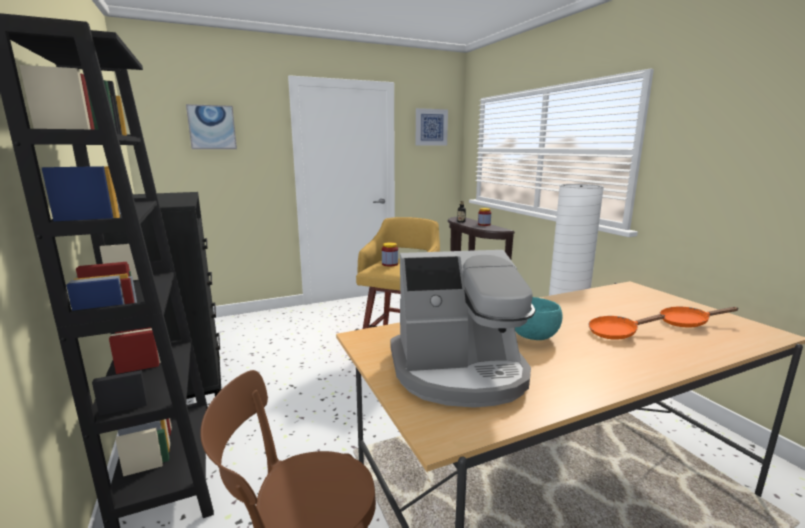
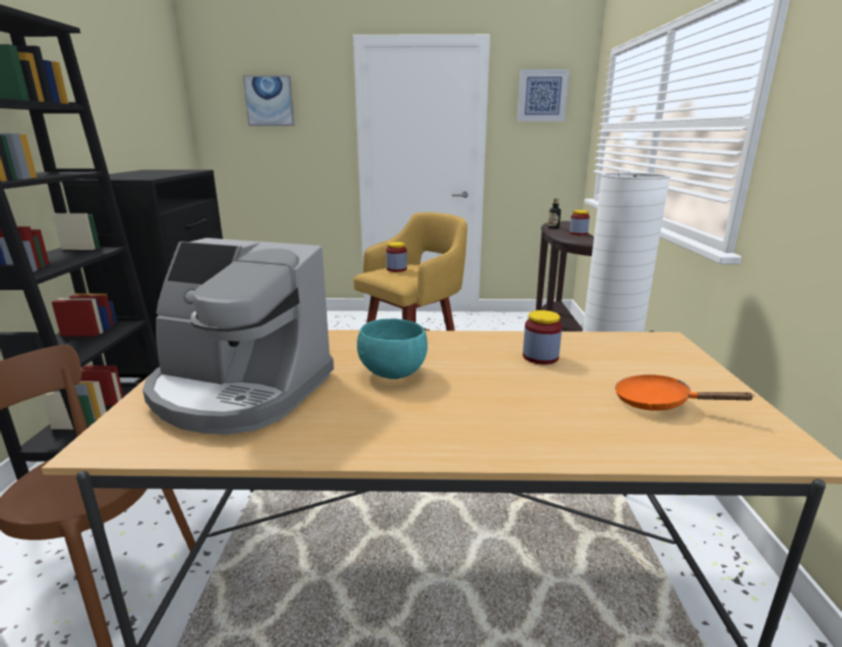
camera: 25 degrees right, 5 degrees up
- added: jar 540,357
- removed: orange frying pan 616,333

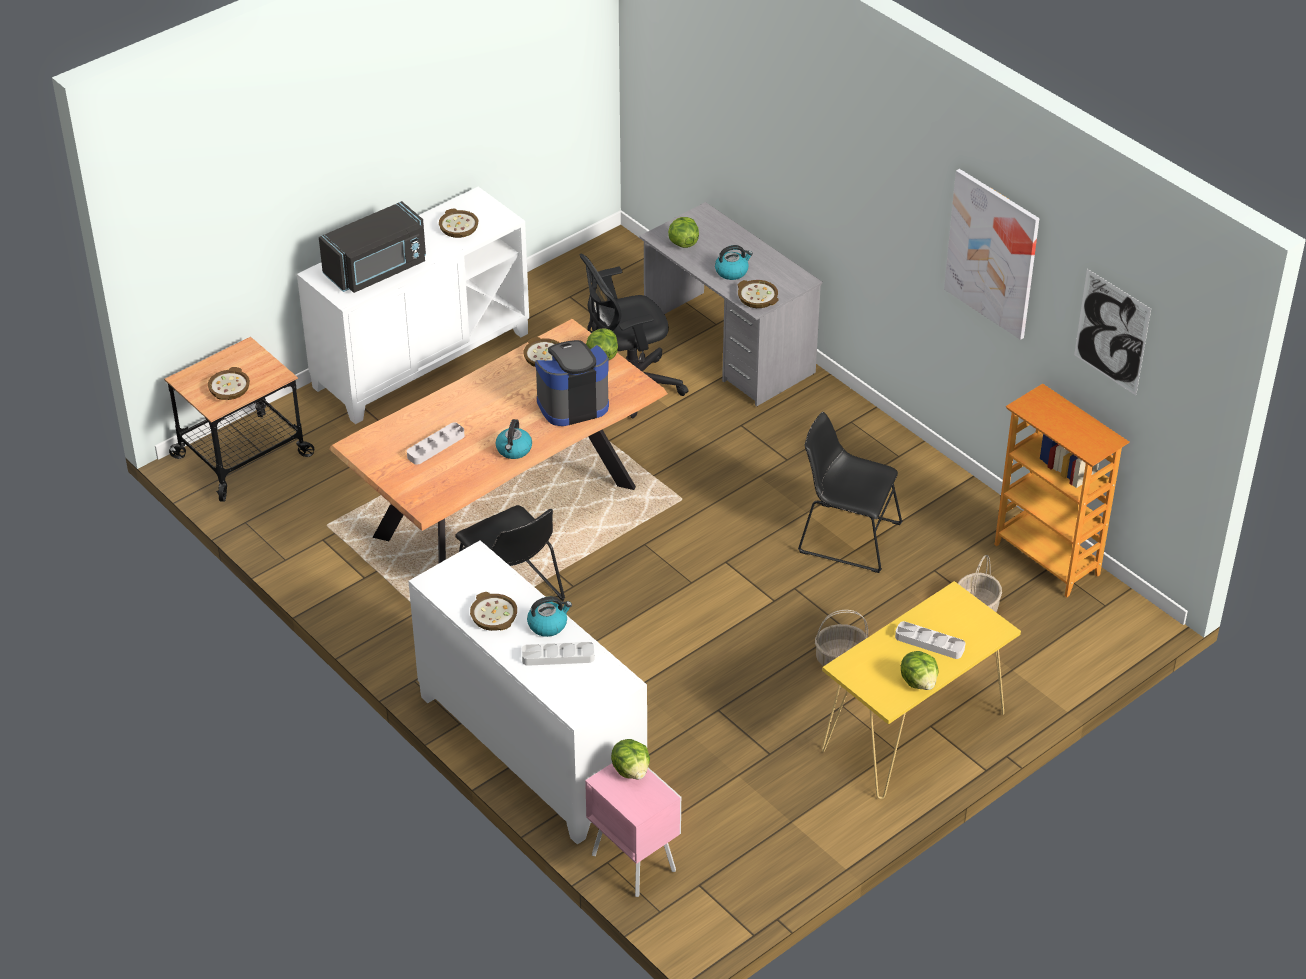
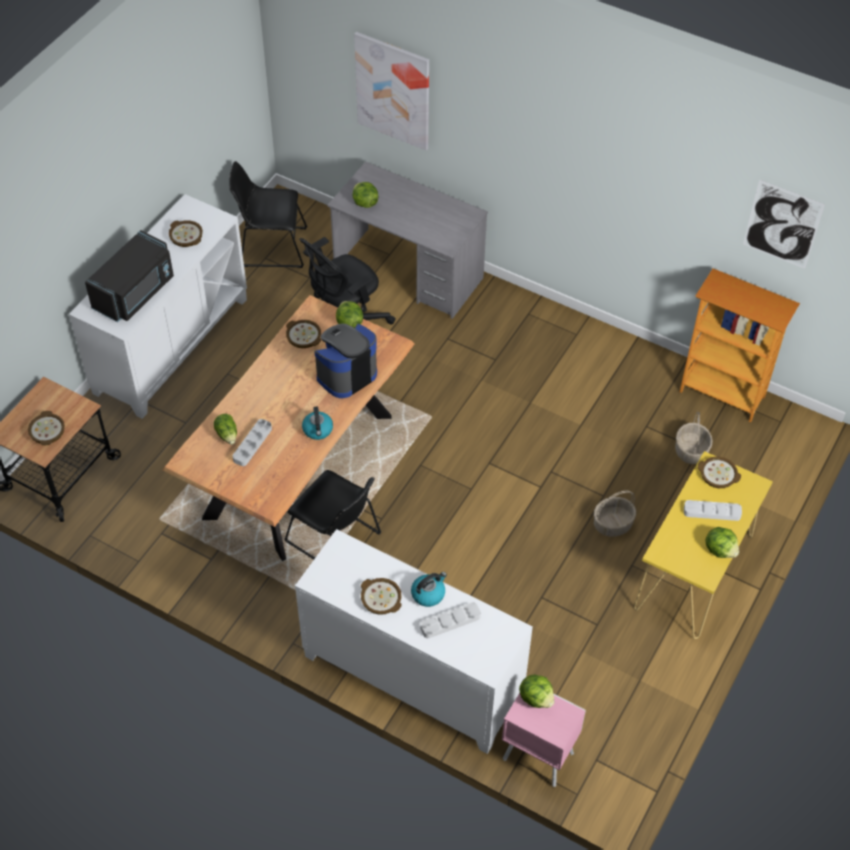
camera: 20 degrees left, 10 degrees up
- added: lettuce 227,434
- moved: black chair 845,536 to 270,247
- moved: picture 992,253 to 393,90
- moved: bowl 757,298 to 718,476
- removed: kettle 732,271

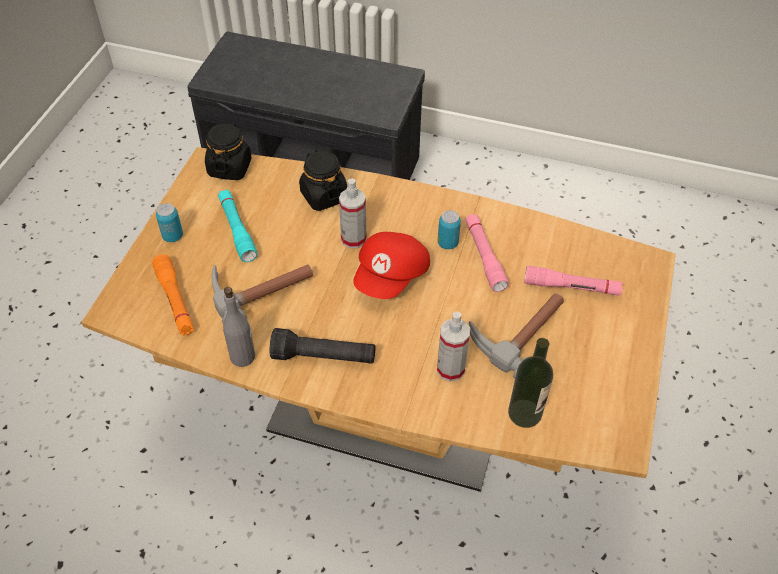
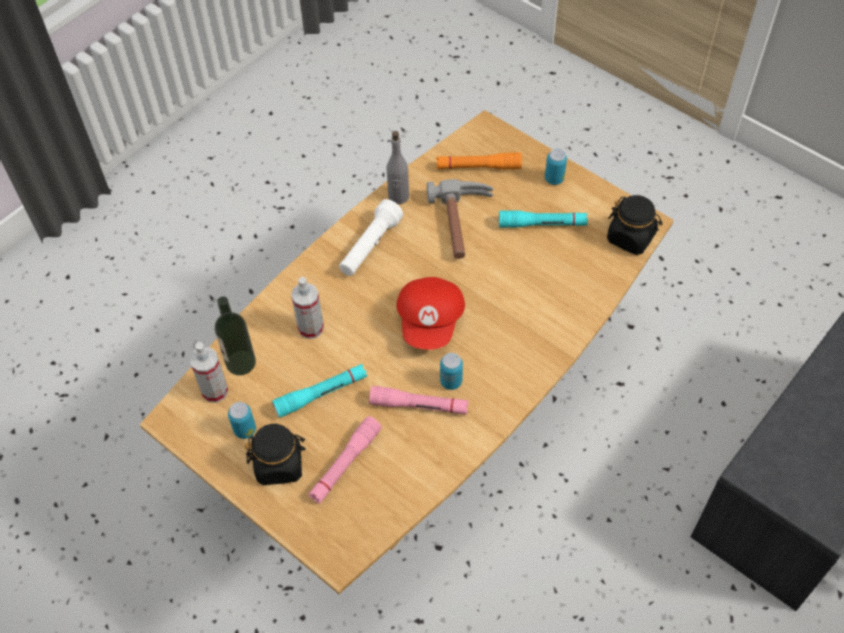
camera: 115 degrees right, 5 degrees up
- moved: spray bottle 353,239 to 215,391
- added: can 245,430
- moved: black jar 323,196 to 279,465
- replaced: hammer 517,331 to turquoise flashlight 321,394
- recoloured: black flashlight 324,357 to white flashlight 370,247
- turned: red cap 392,276 = 431,321 135 degrees counterclockwise

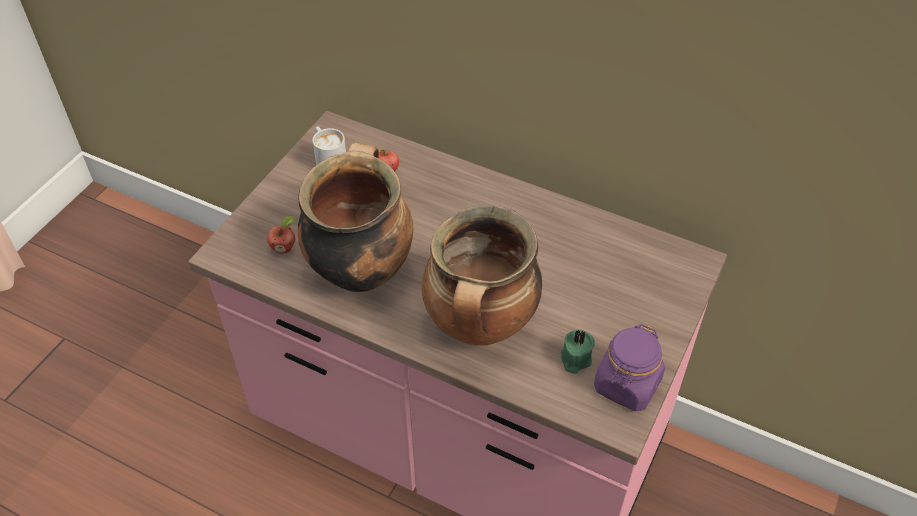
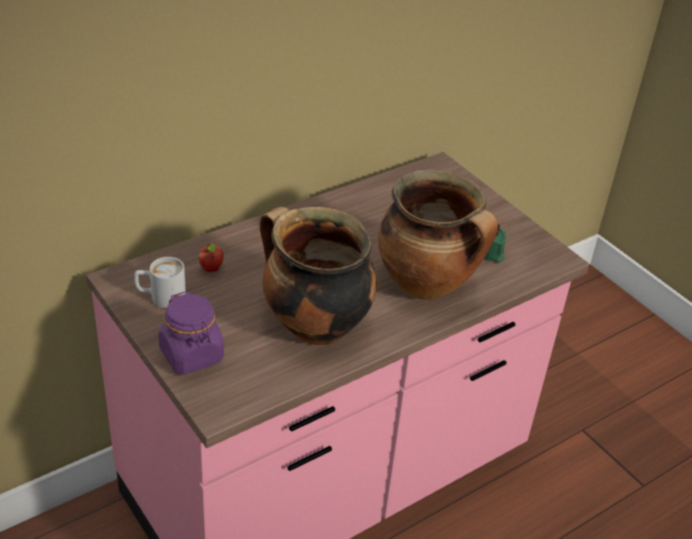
camera: 65 degrees left, 10 degrees down
- moved: purple jar 627,385 to 192,355
- removed: apple 284,248

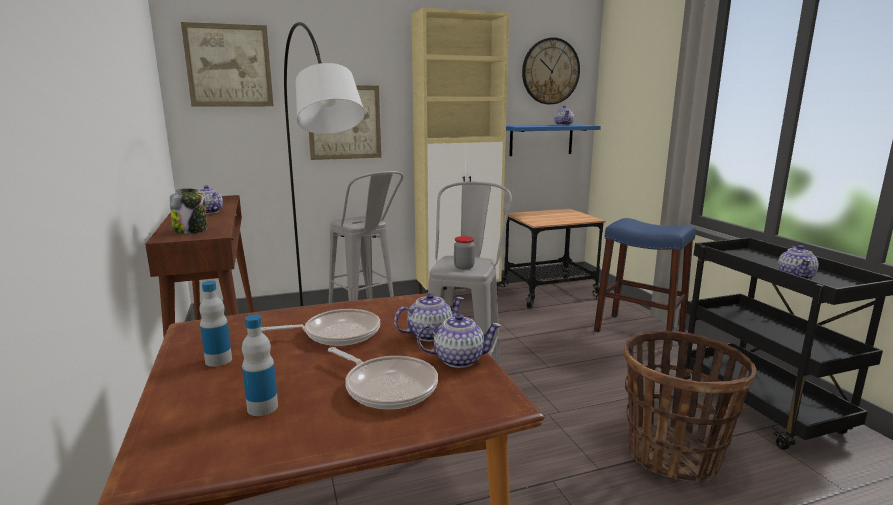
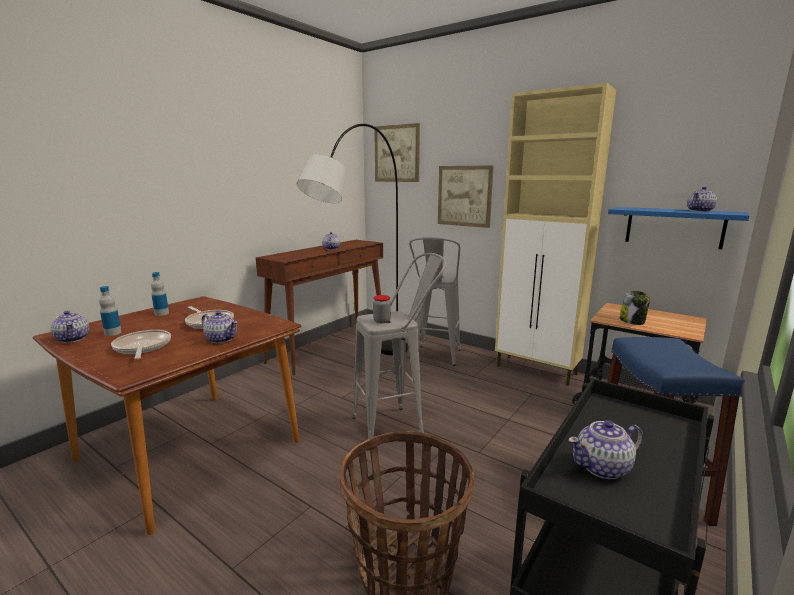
camera: 55 degrees right, 0 degrees up
- moved: teapot 458,359 to 73,339
- turned: frying pan 387,386 = 142,347 150 degrees clockwise
- moved: jar 191,230 to 632,321
- removed: wall clock 550,71

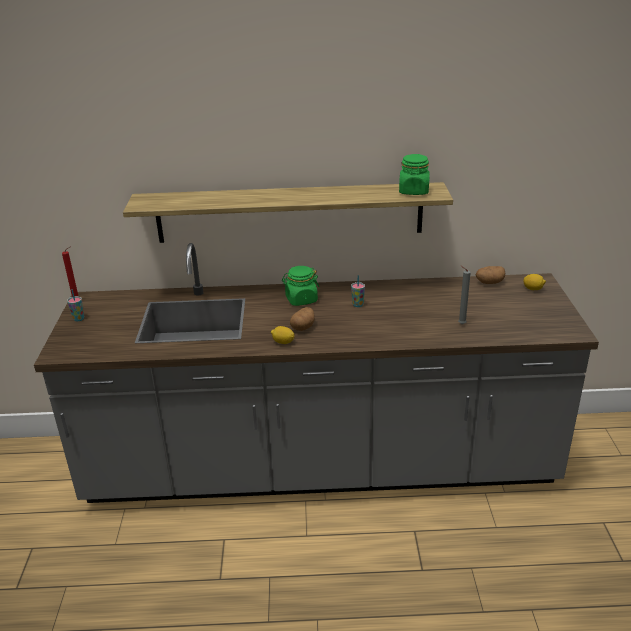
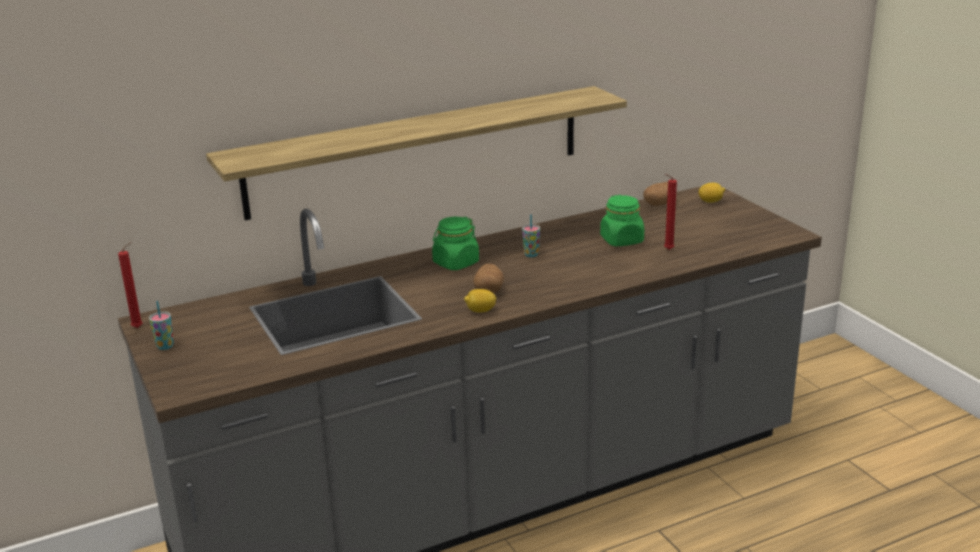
camera: 25 degrees left, 5 degrees down
- moved: green jar 413,191 to 622,240
- recoloured: grey candle 460,324 to red candle 667,250

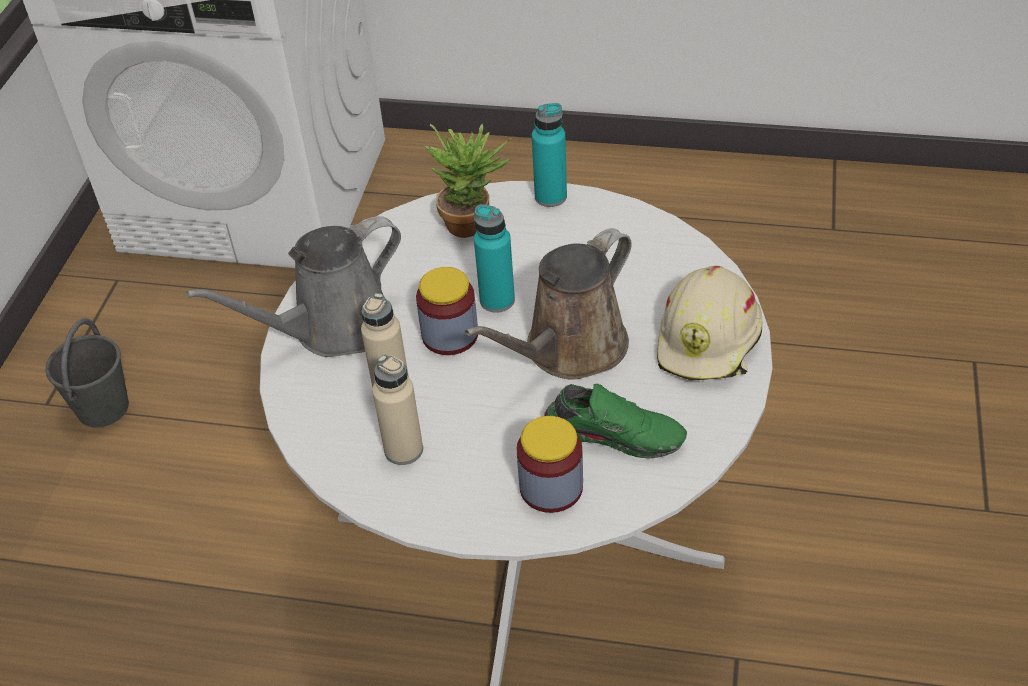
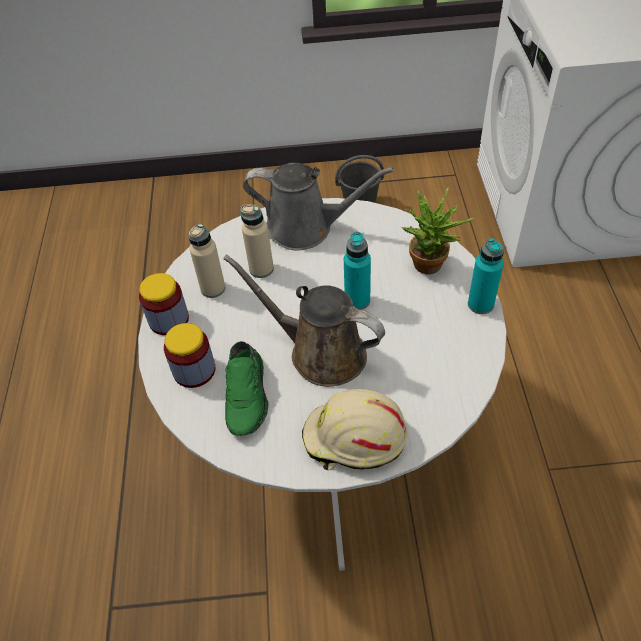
camera: 75 degrees right, 5 degrees up
- moved: jar 450,335 to 169,319
- turned: grey watering can 334,328 = 306,228 150 degrees clockwise

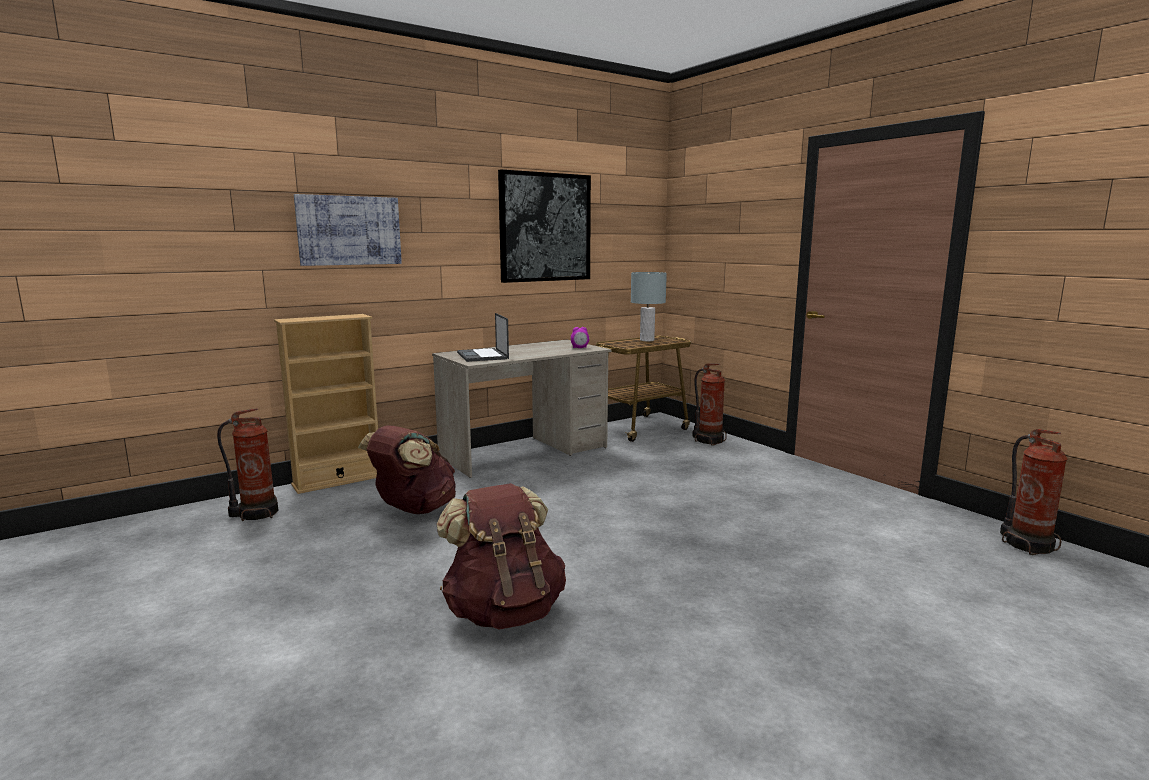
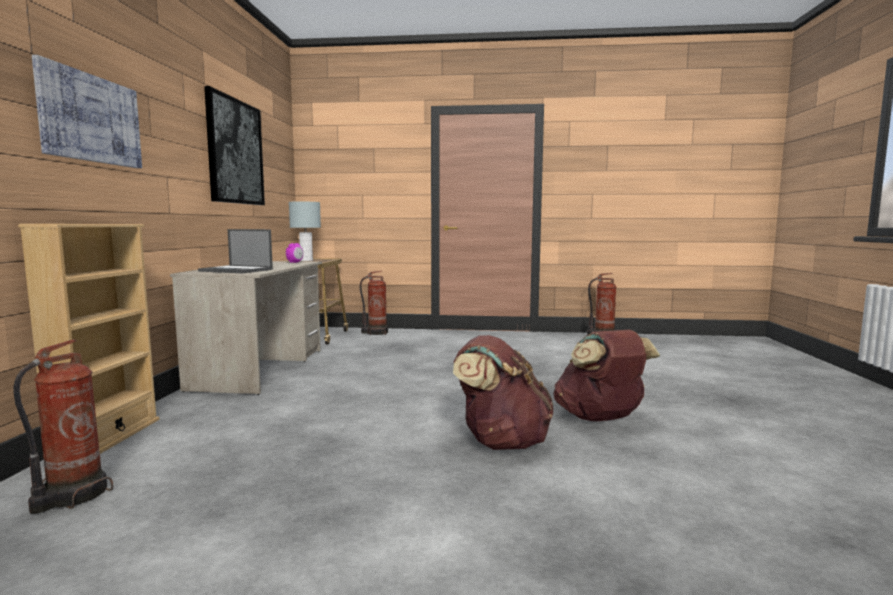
camera: 50 degrees left, 5 degrees down
- moved: brown backpack 413,509 to 600,418

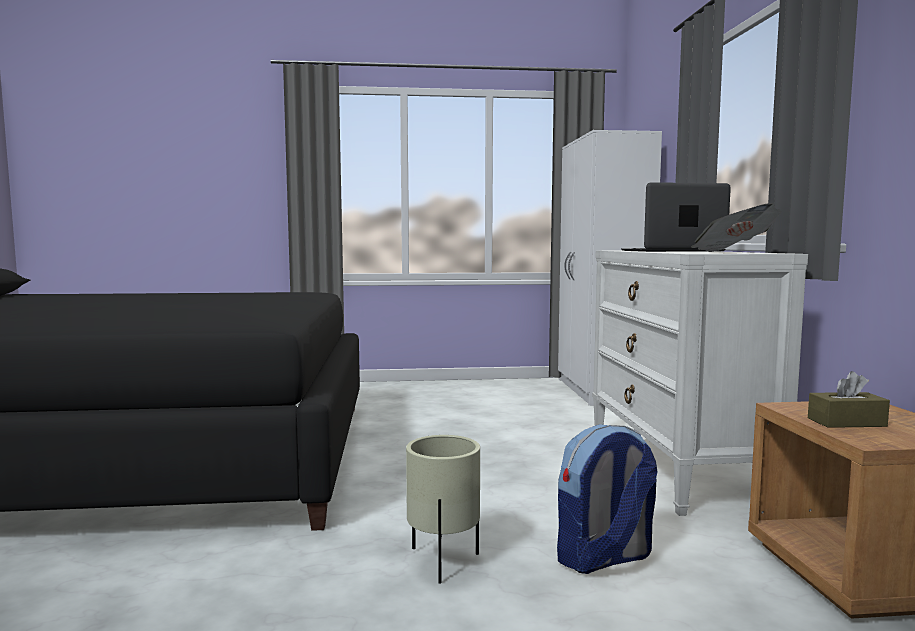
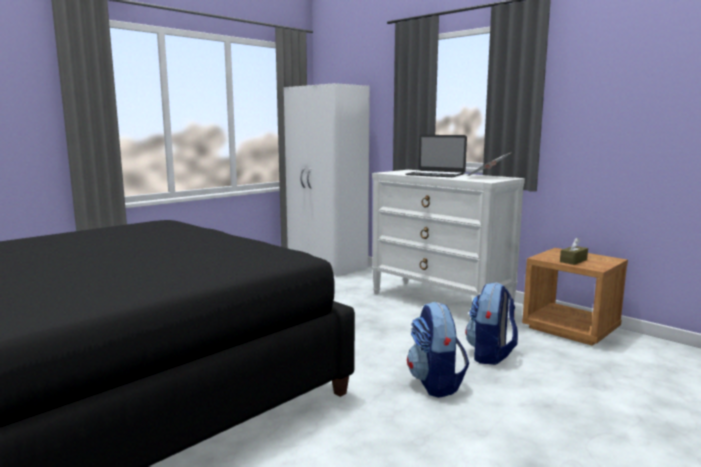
camera: 40 degrees left, 5 degrees up
- turned: laptop 671,251 = 435,174 105 degrees counterclockwise
- replaced: beige planter 443,562 to backpack 436,383

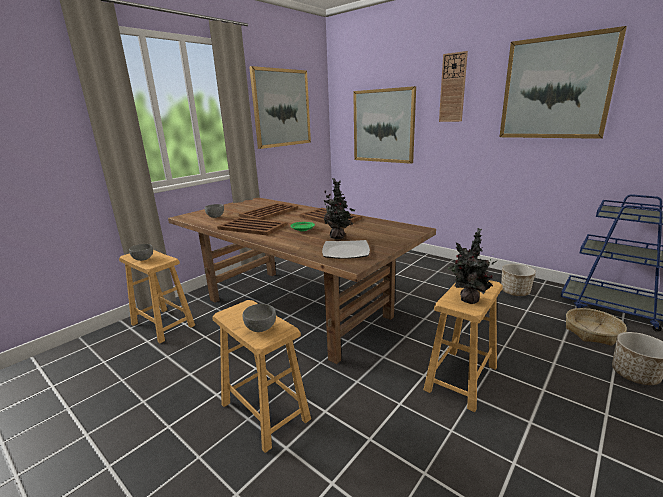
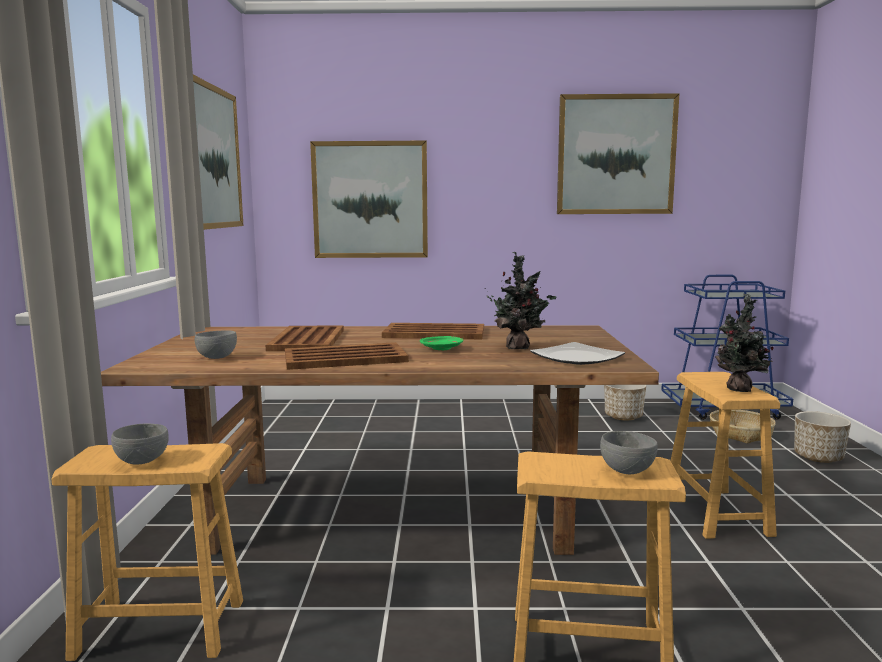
camera: 40 degrees left, 10 degrees down
- removed: wall clock 453,88

